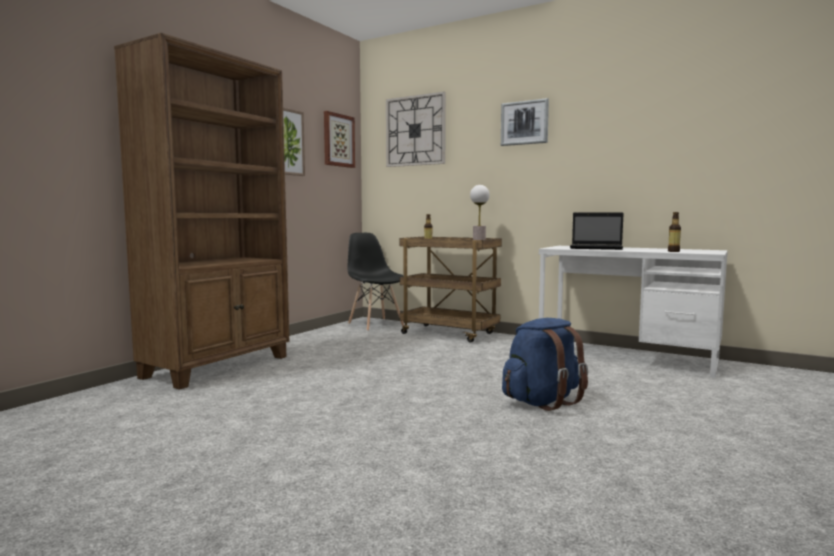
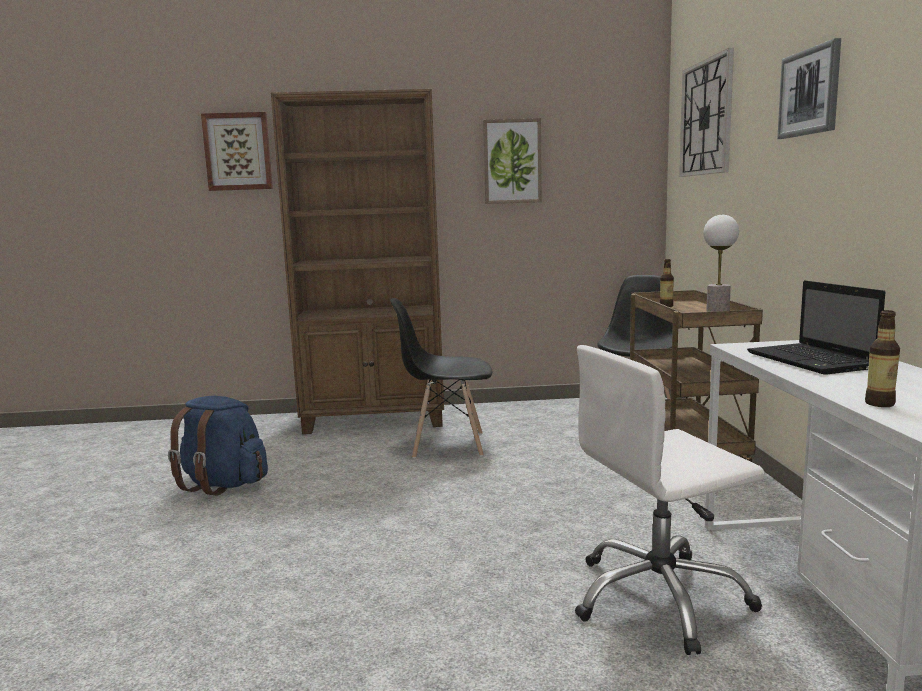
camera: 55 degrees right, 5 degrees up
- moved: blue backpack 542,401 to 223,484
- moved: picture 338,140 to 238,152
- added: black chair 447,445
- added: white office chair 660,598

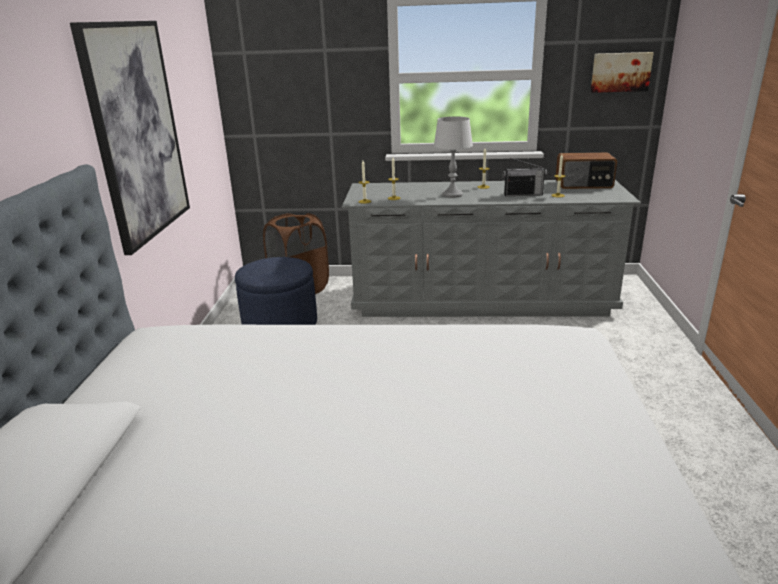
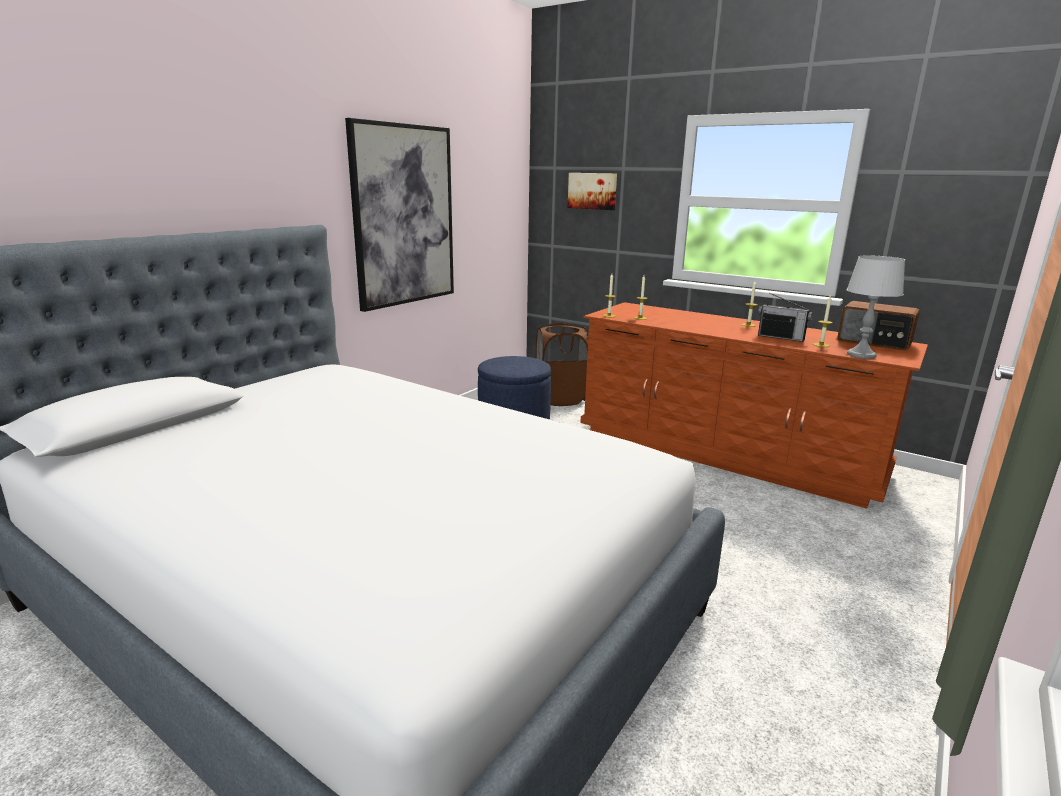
camera: 30 degrees right, 5 degrees down
- moved: picture 620,72 to 592,191
- recoloured: grey dresser 481,300 to brown dresser 725,451
- moved: grey table lamp 452,195 to 860,355

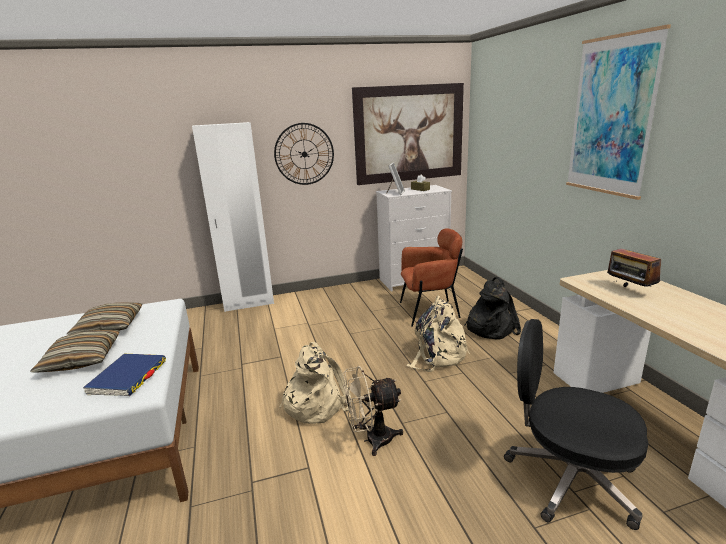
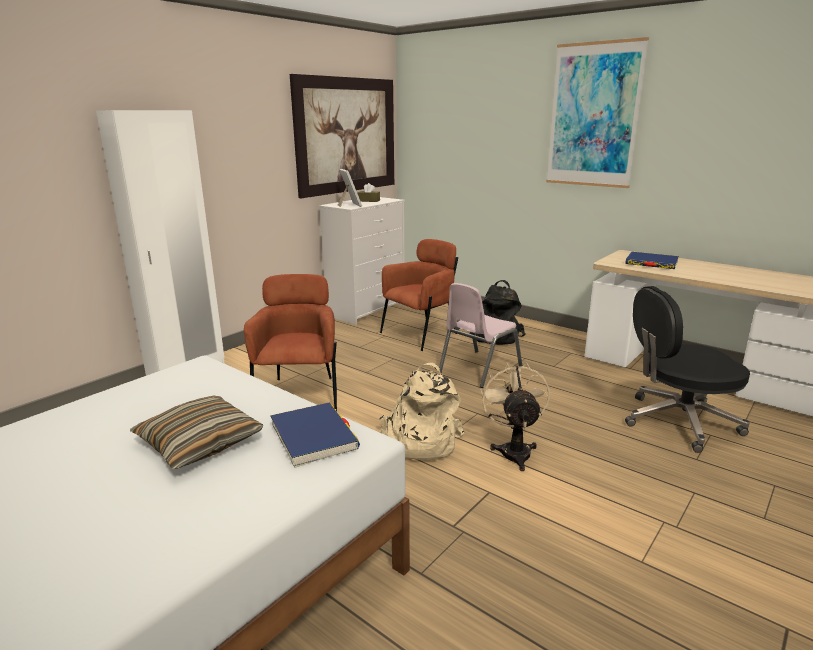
camera: 35 degrees left, 0 degrees up
- added: brown armchair 299,395
- replaced: beige backpack 437,355 to pink chair 479,369
- turned: beige fan 372,440 = 514,450 135 degrees clockwise
- replaced: radio 629,290 to blue book 651,263
- removed: pillow 109,326
- removed: wall clock 304,154

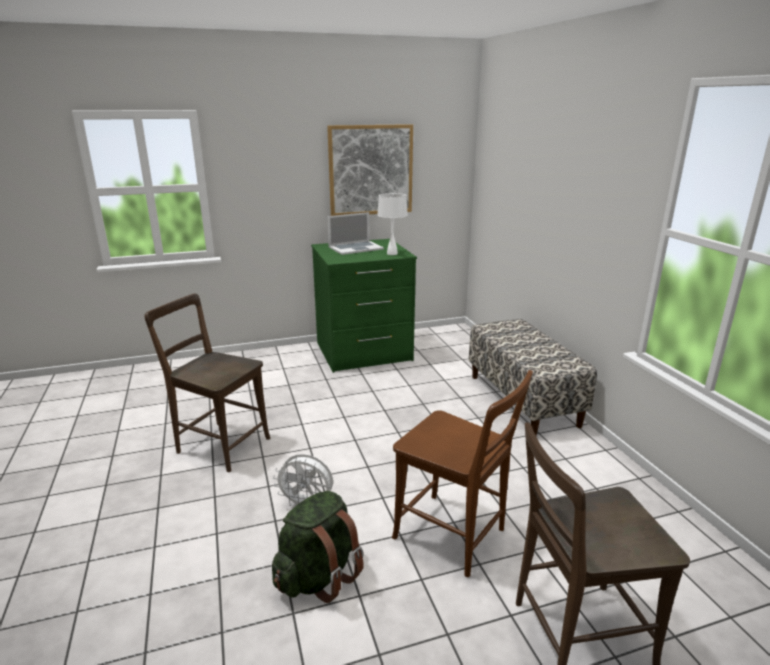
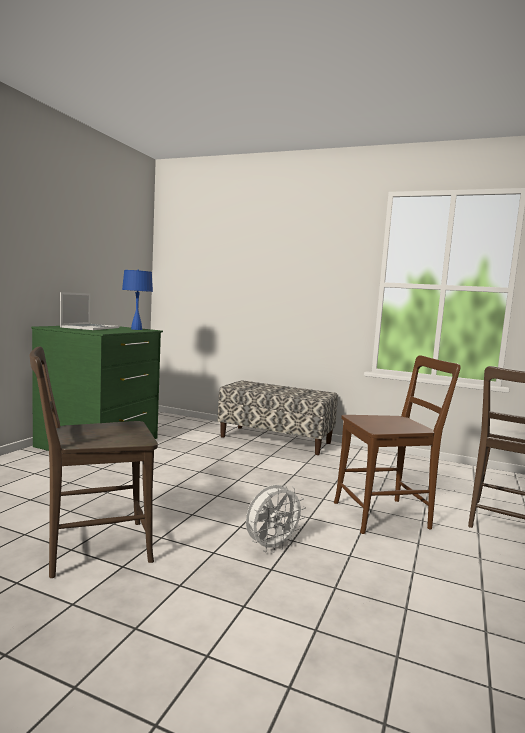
camera: 50 degrees left, 15 degrees down
- recoloured: white table lamp 392,253 to blue table lamp 136,329
- removed: green backpack 319,576
- removed: picture 371,170

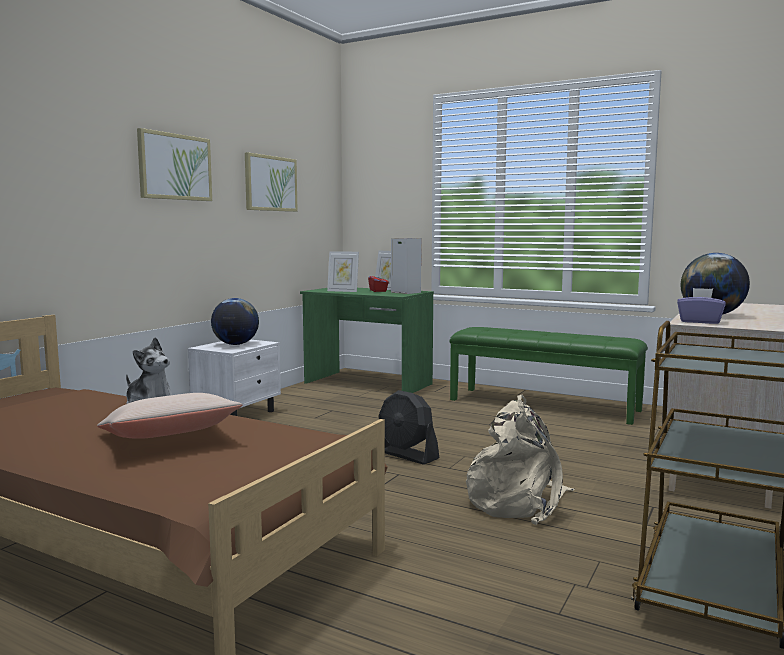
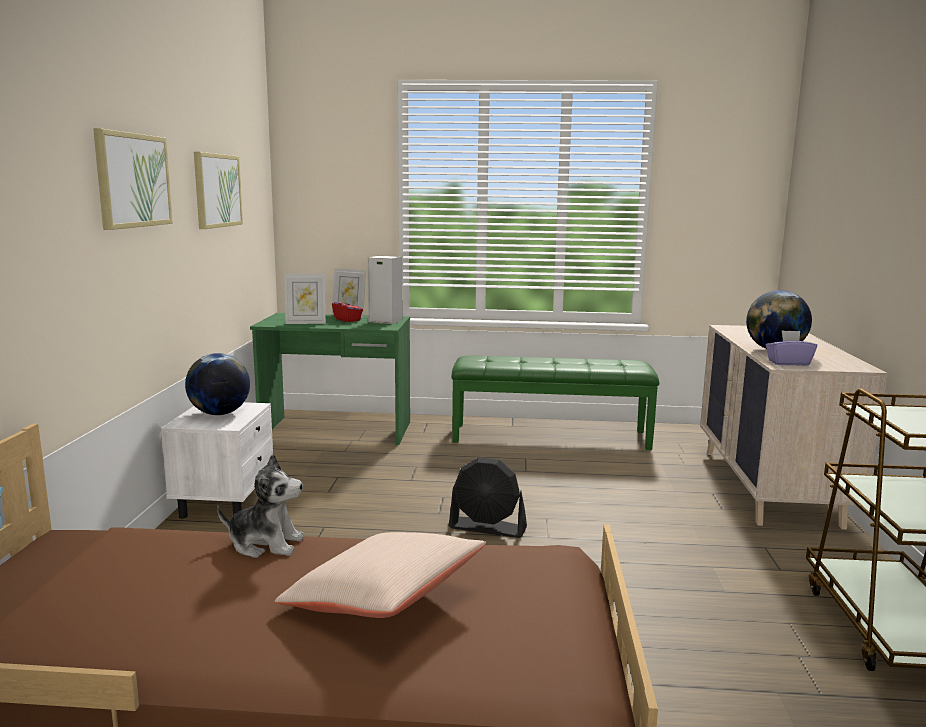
camera: 25 degrees left, 5 degrees up
- removed: beige backpack 518,501

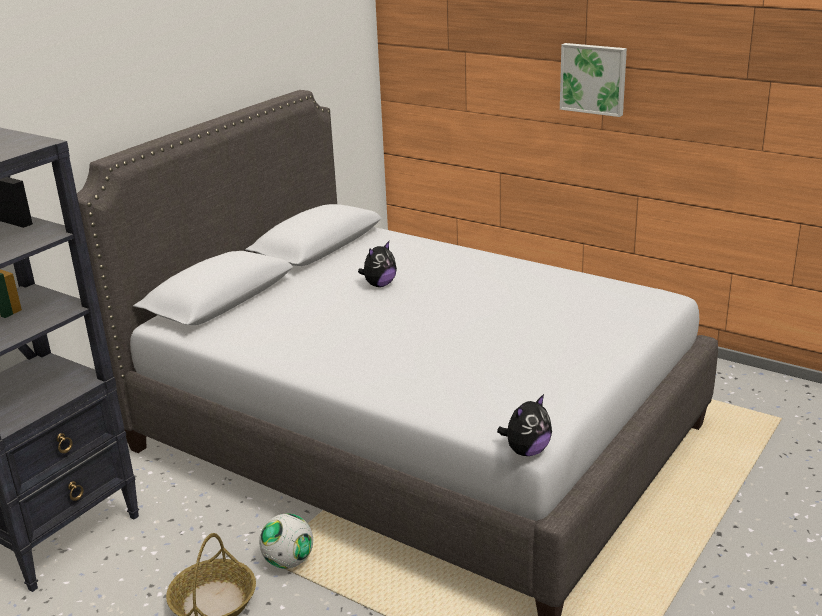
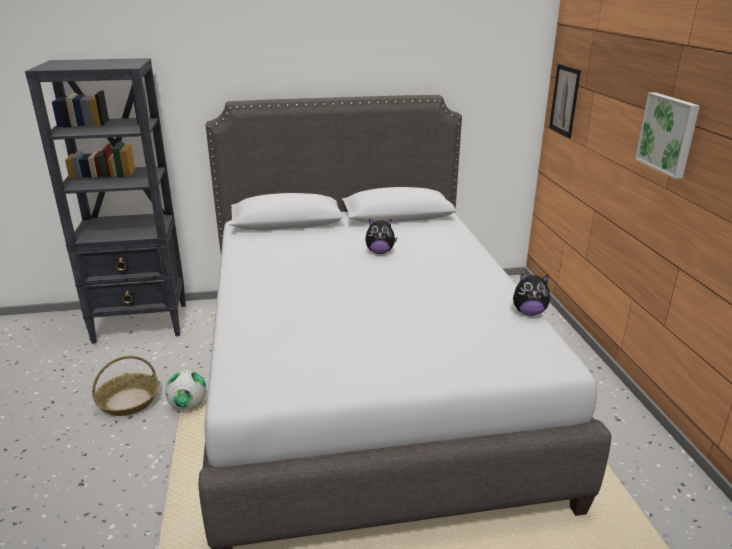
camera: 45 degrees right, 0 degrees up
- moved: plush toy 526,451 to 529,312
- added: picture 565,100

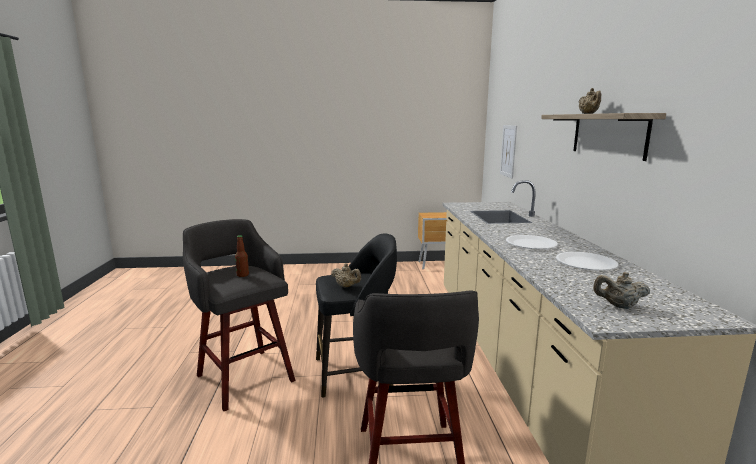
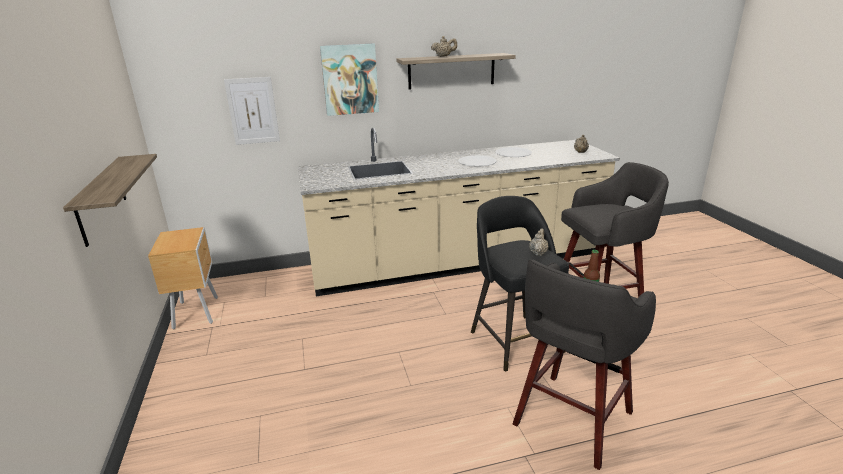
camera: 100 degrees left, 10 degrees up
- added: shelf 101,199
- added: picture 350,79

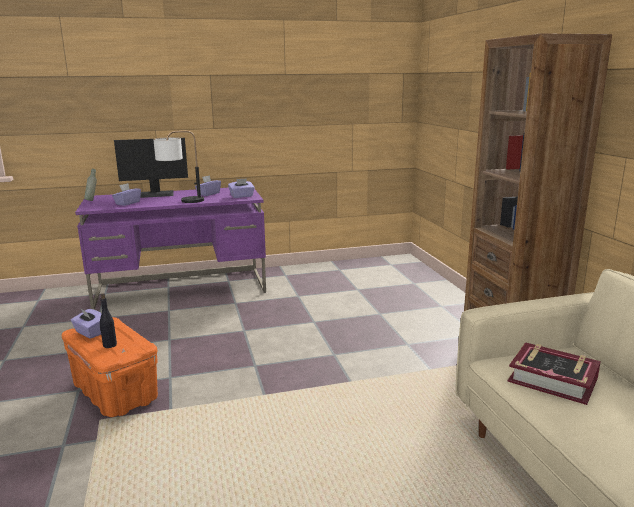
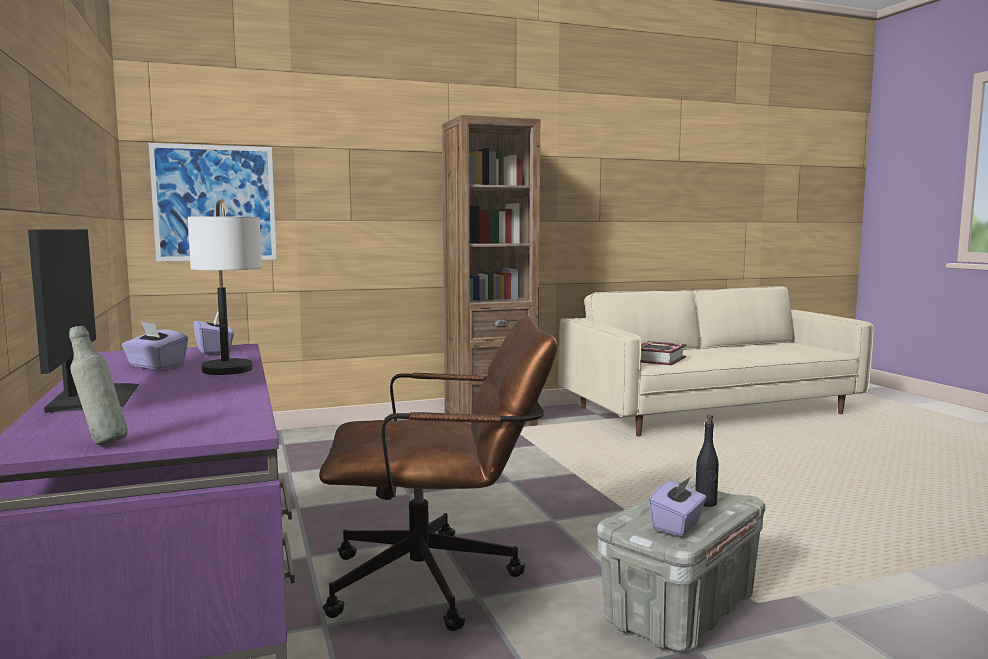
camera: 95 degrees left, 10 degrees down
- added: picture 215,203
- added: brown office chair 440,581
- recoloured: orange storage box 114,392 to grey storage box 681,611
- removed: purple tissue box 127,203

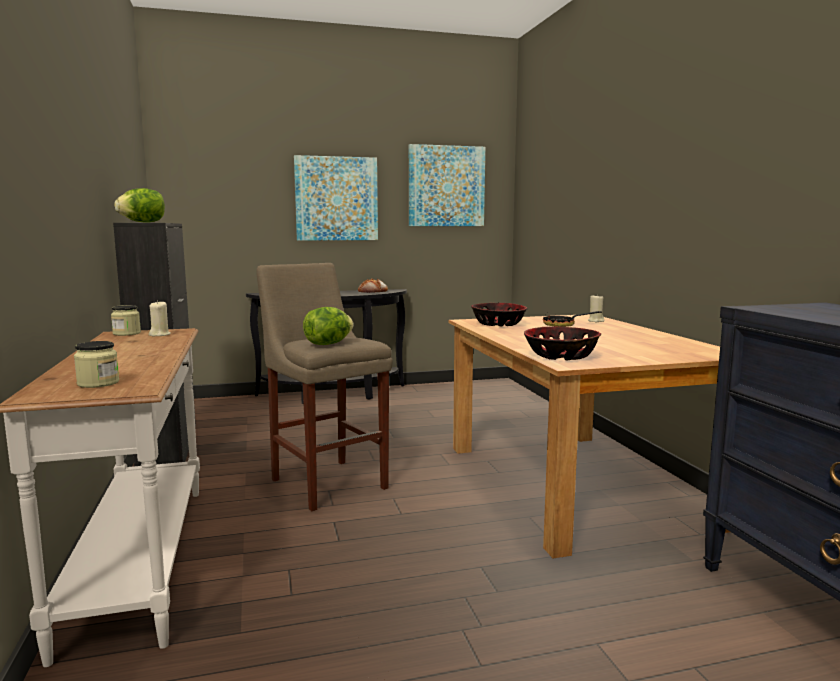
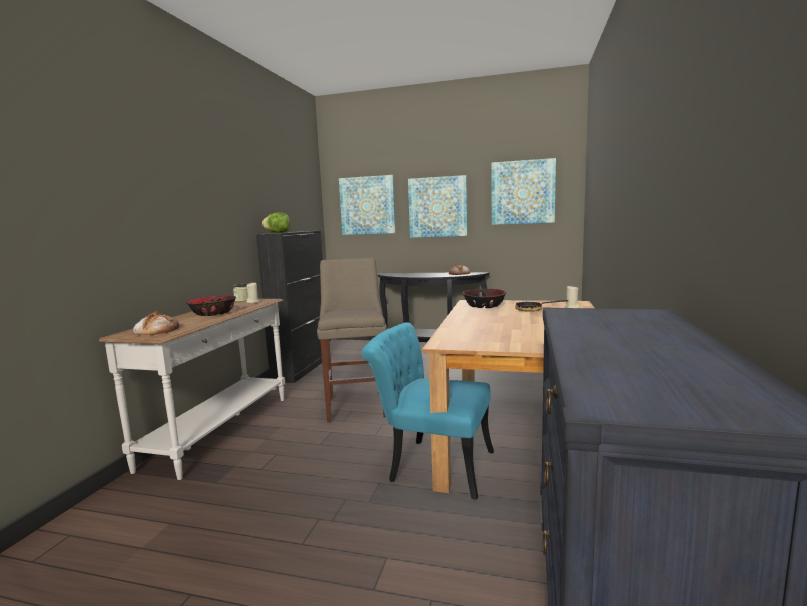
camera: 30 degrees right, 0 degrees up
- replaced: jar 98,383 to bread 156,330
- moved: bowl 561,356 to 212,313
- added: picture 367,205
- added: turquoise chair 431,465
- removed: lettuce 328,344

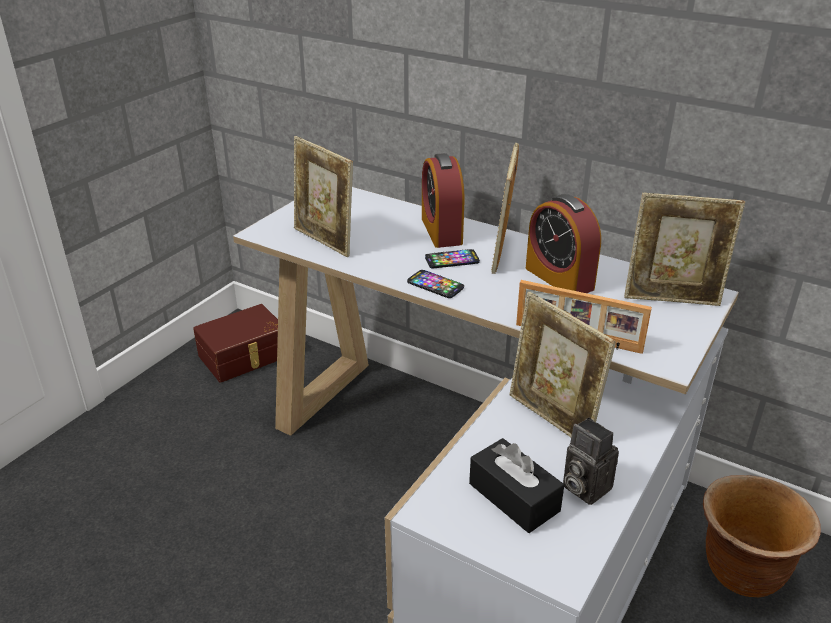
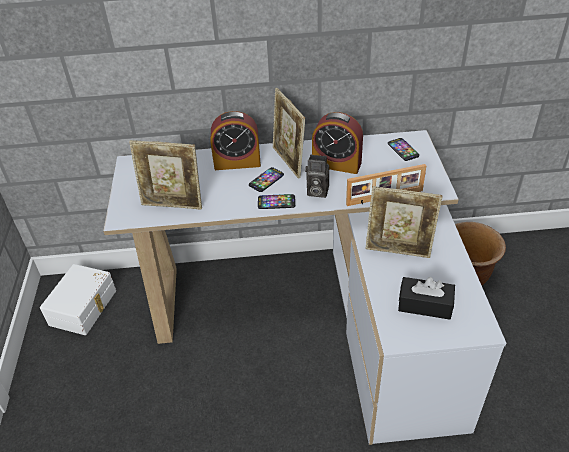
camera: 35 degrees left, 10 degrees up
- recoloured: brown storage box 244,357 to white storage box 84,307
- turned: alarm clock 441,231 = 237,162 45 degrees counterclockwise
- moved: photo camera 583,487 to 316,191
- replaced: picture frame 672,299 to phone 403,150

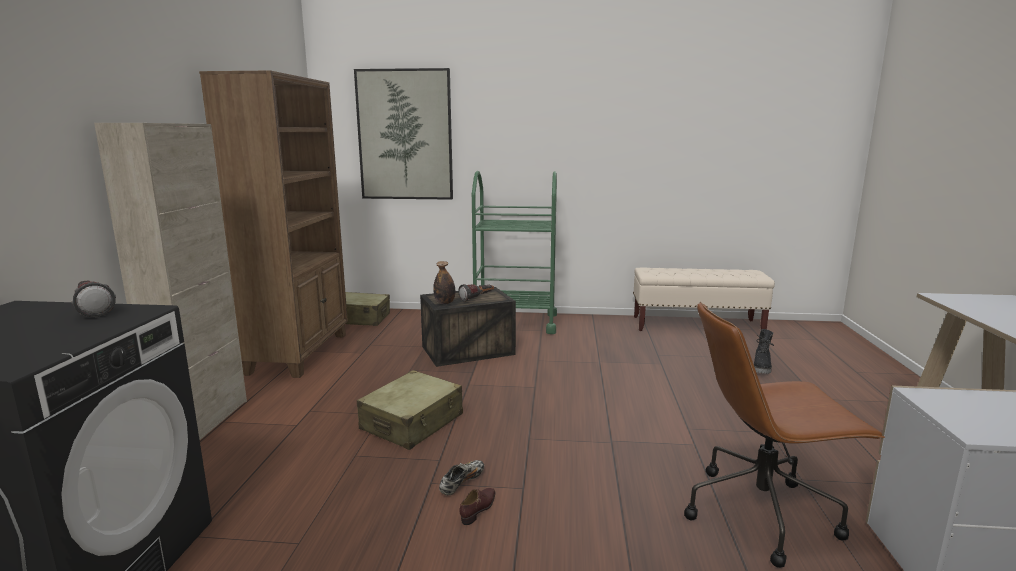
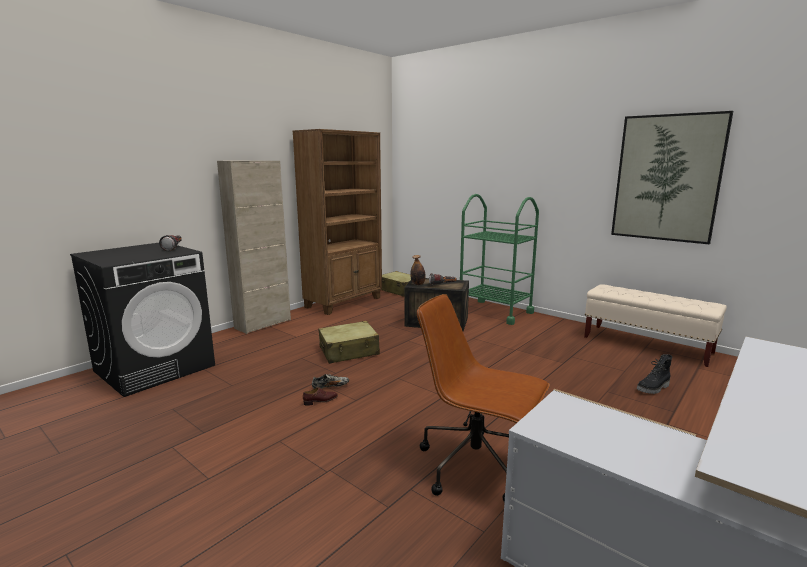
camera: 35 degrees right, 0 degrees up
- moved: picture 405,135 to 667,178

